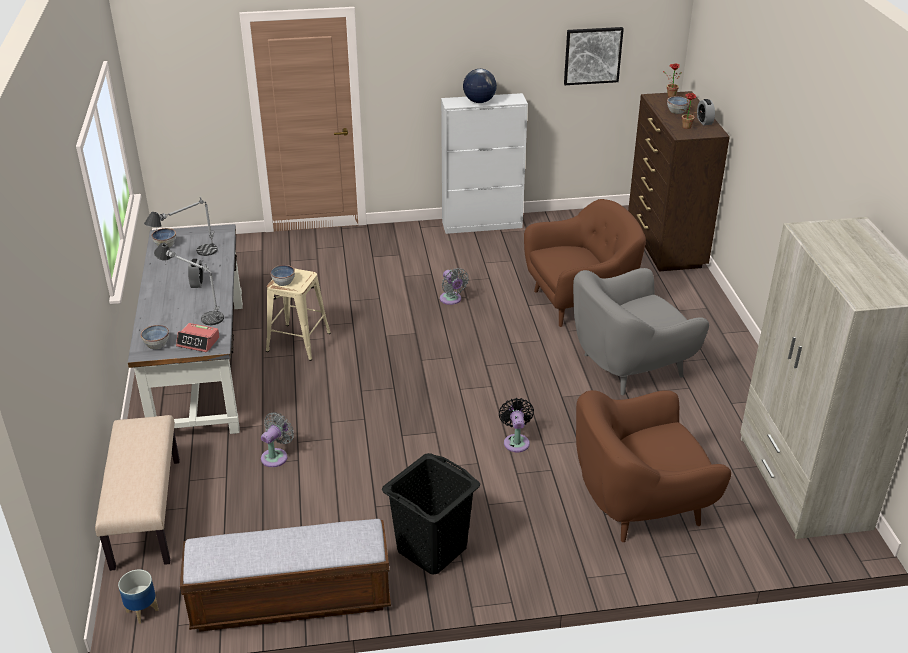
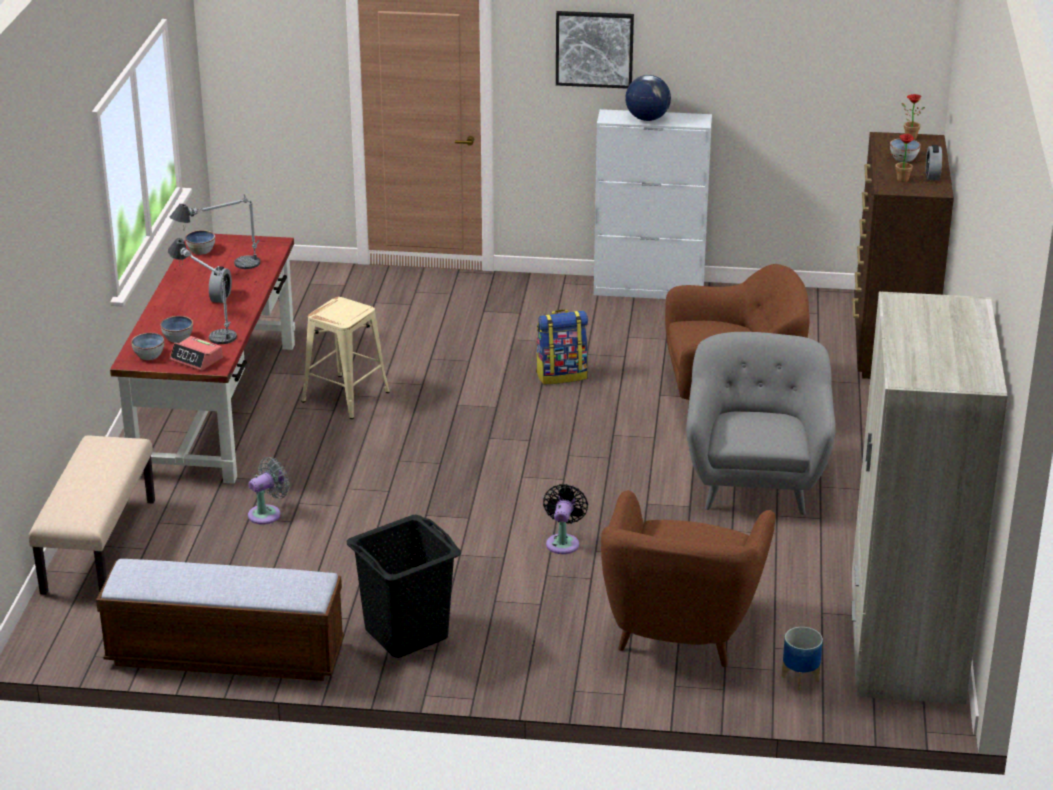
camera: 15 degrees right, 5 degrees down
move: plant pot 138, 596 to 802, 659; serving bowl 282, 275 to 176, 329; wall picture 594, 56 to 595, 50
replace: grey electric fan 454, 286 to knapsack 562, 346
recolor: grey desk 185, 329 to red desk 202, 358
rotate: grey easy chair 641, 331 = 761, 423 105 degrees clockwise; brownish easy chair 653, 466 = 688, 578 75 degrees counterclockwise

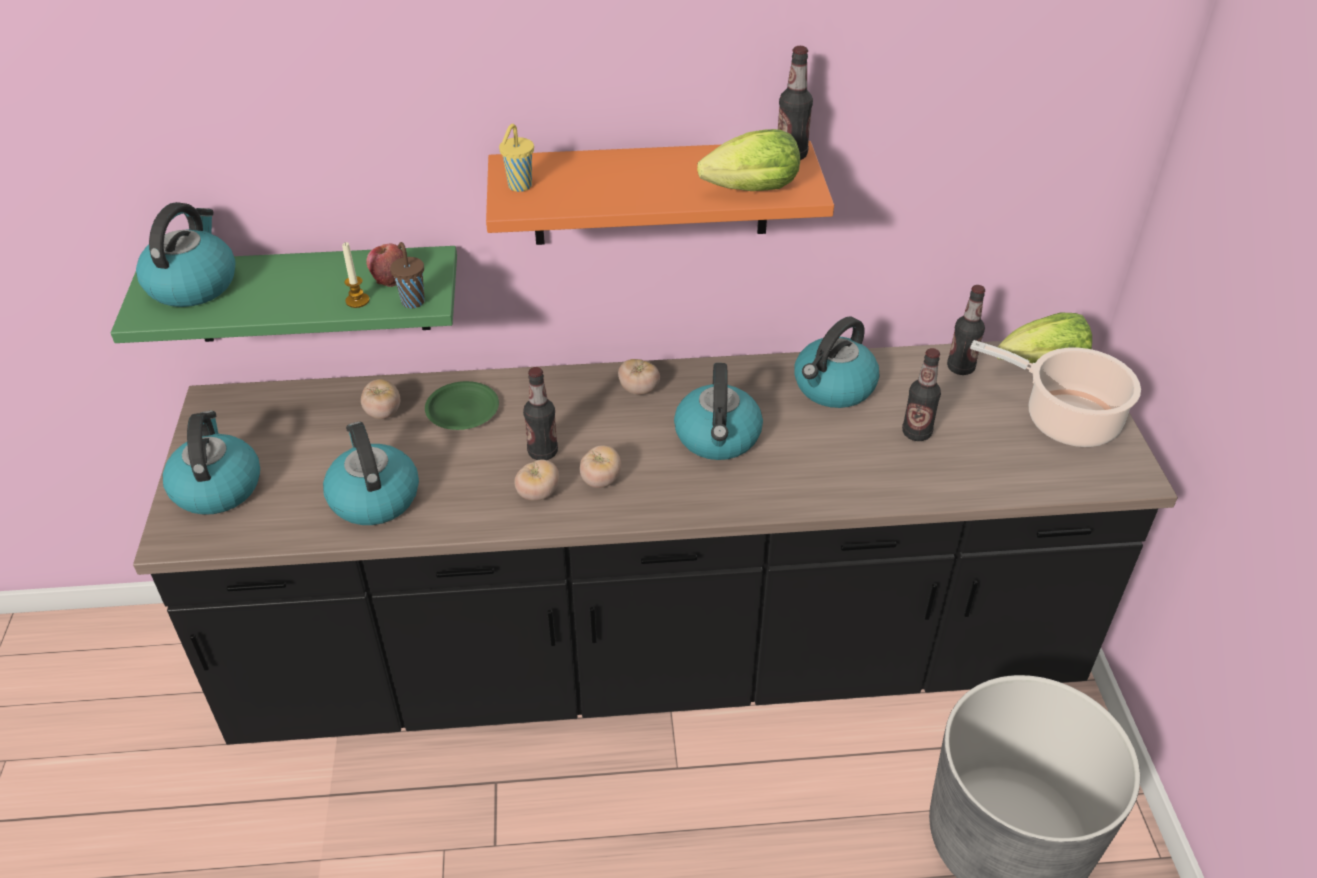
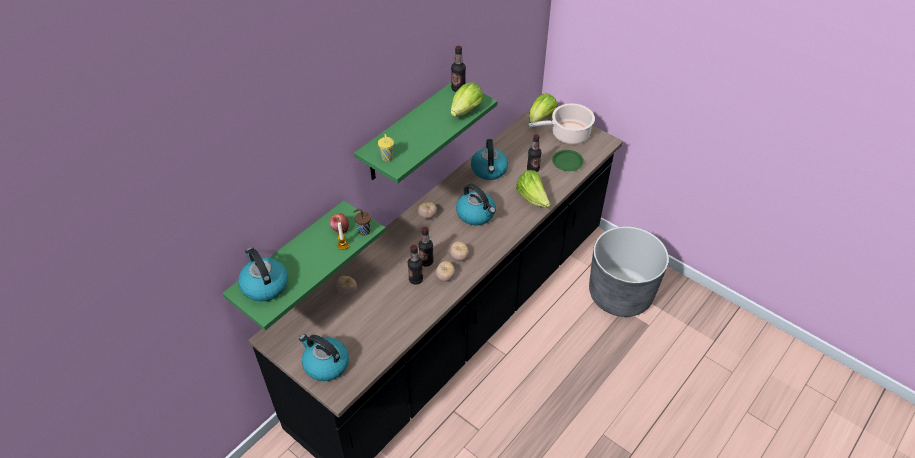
camera: 45 degrees left, 5 degrees up
delete: water kettle 371, 473
insert: head of lettuce 533, 189
move: greenish plate 462, 405 to 568, 160; beverage bottle 966, 330 to 415, 265
recolor: orange wall shelf 660, 193 to greenish wall shelf 425, 133

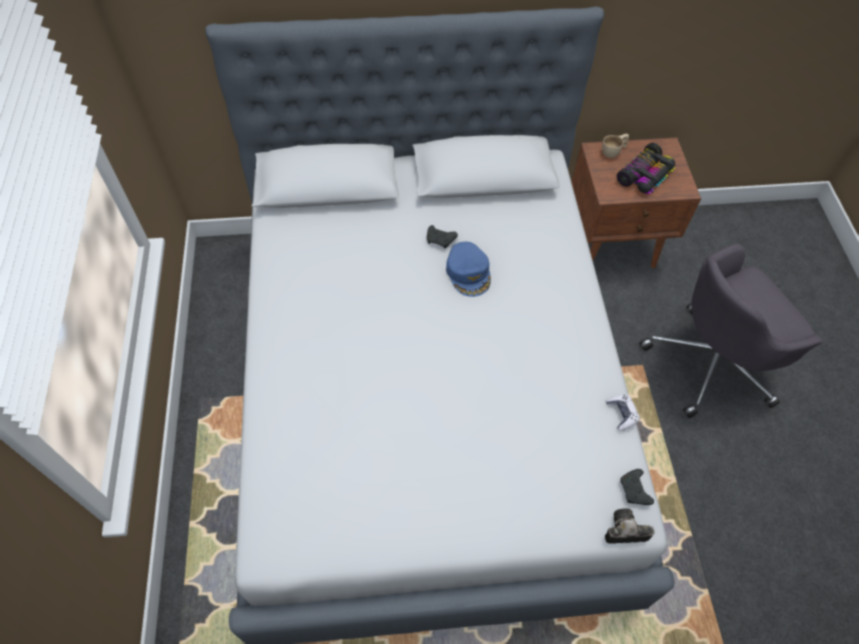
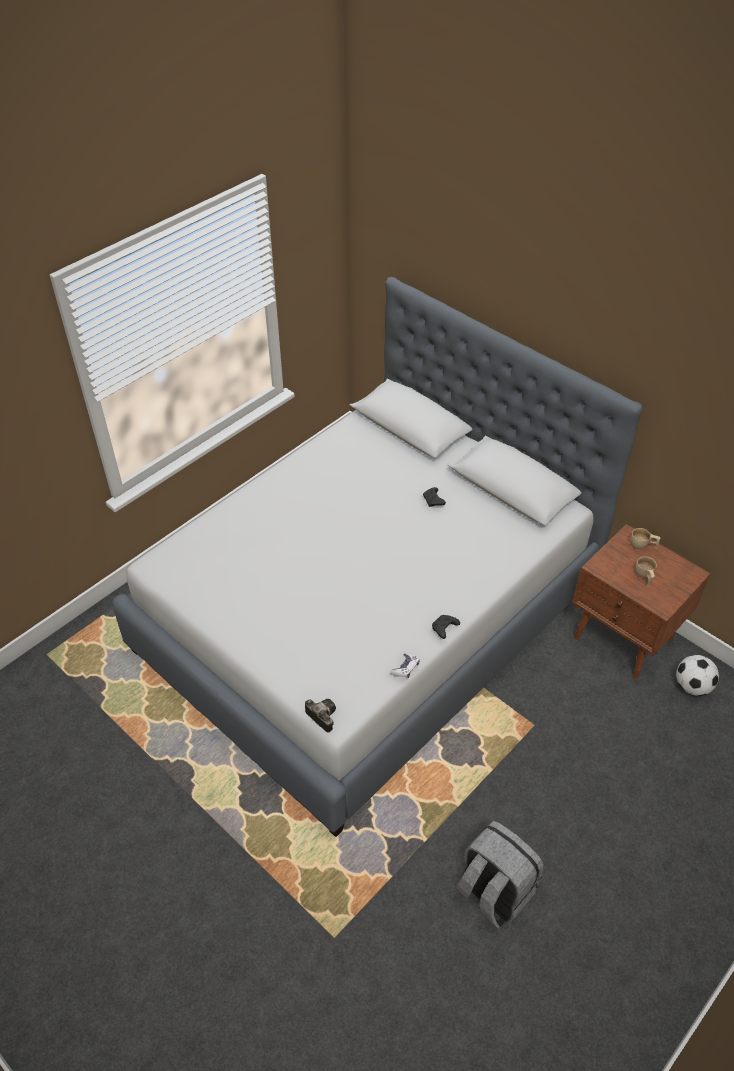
camera: 50 degrees right, 10 degrees down
delete: blue cap 468, 269; grey desk chair 731, 331
insert: grey knapsack 499, 875; football 697, 675
move: blackish joypad 637, 487 to 446, 627
replace: model car 646, 168 to beige drinking cup 646, 571

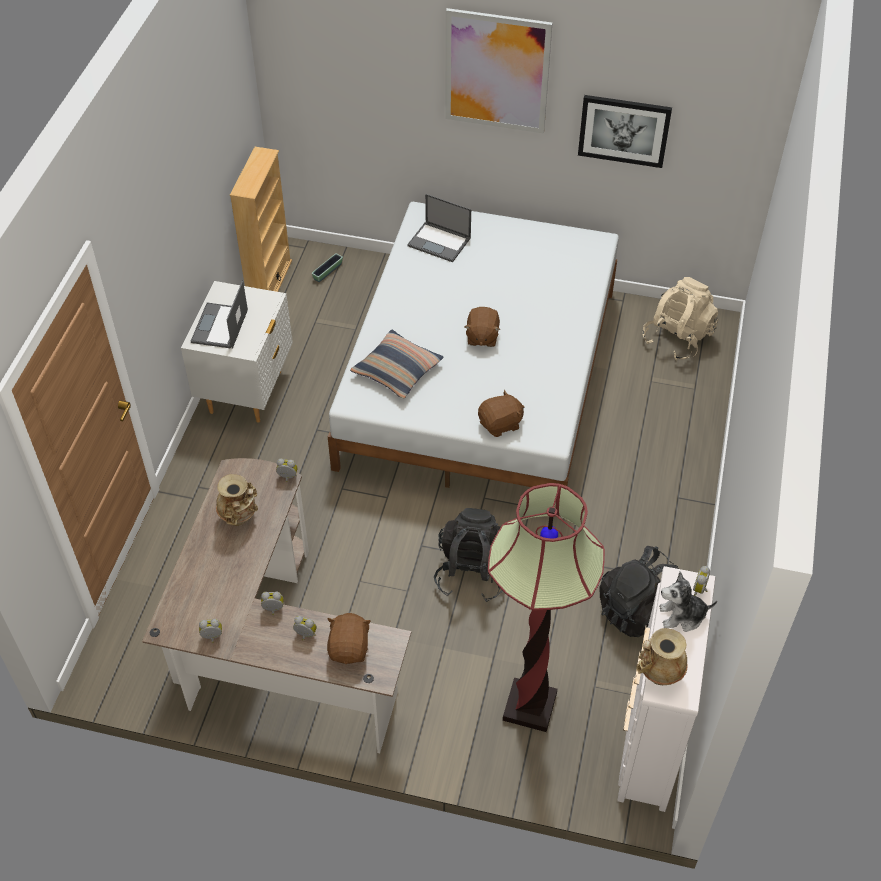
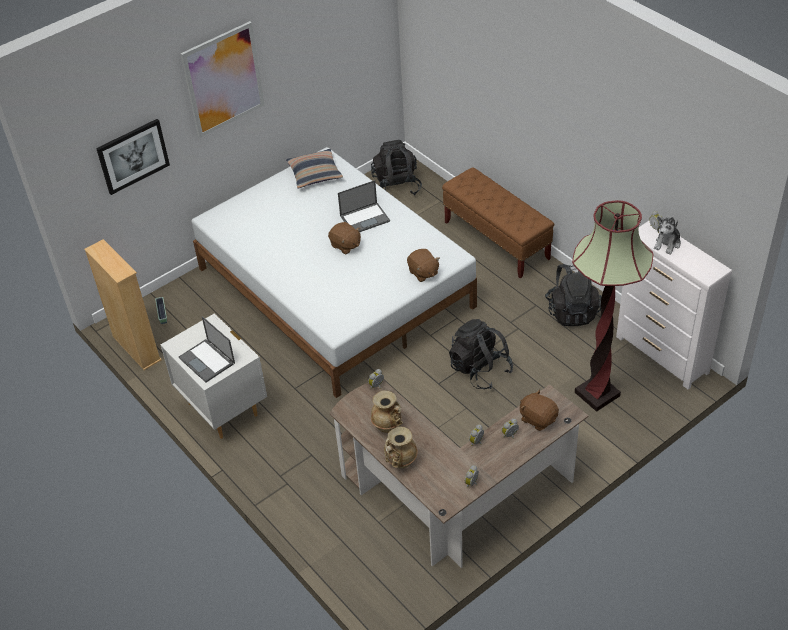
camera: 50 degrees left, 5 degrees down
insert: brownish bench 498, 223
move: cushion 397, 364 to 314, 169; notebook computer 439, 228 to 364, 206; wall picture 625, 131 to 133, 157; beige flower vase 662, 656 to 401, 447
recolor: beige knapsack 680, 318 to blackish knapsack 396, 167
rotate: brownish plush toy 501, 413 = 423, 265 135 degrees clockwise

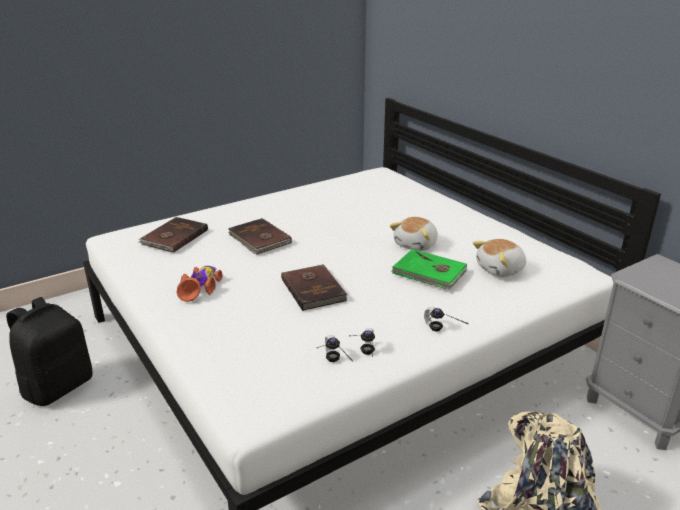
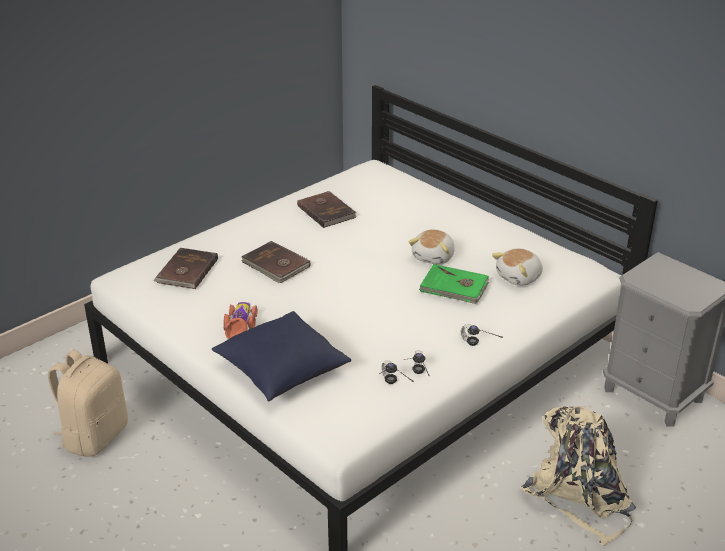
camera: 10 degrees left, 5 degrees up
insert: blue cushion 281, 356
move: brownish volume 314, 287 to 327, 209
recolor: blackish knapsack 49, 351 to beige knapsack 88, 403

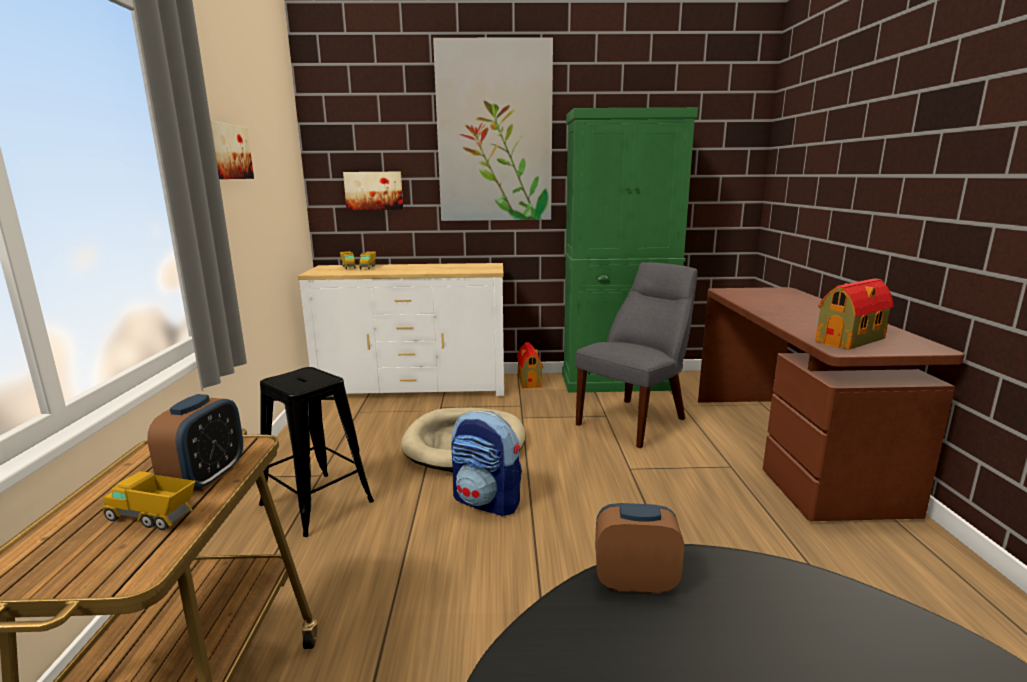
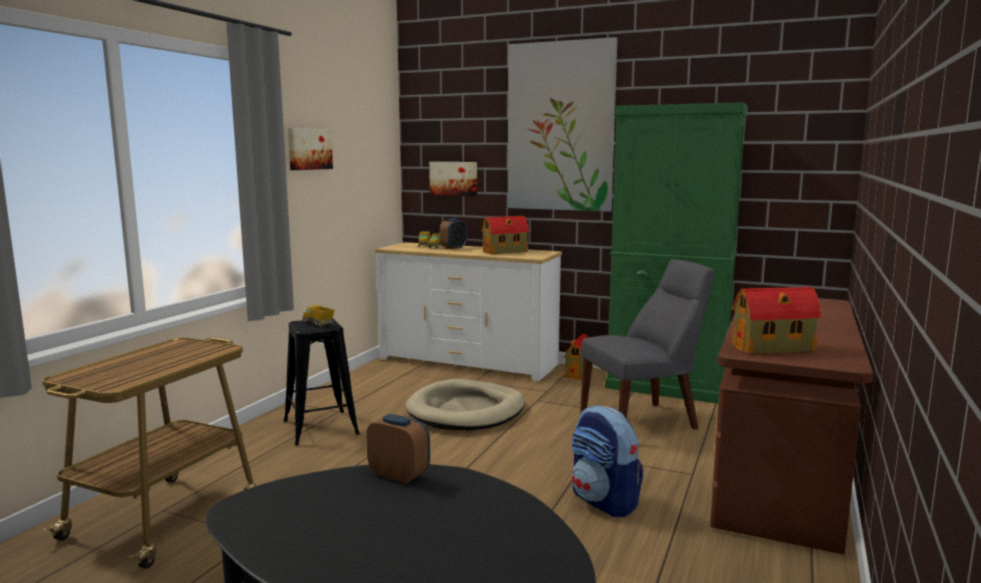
camera: 25 degrees right, 5 degrees down
insert: miniature house 505, 235
move: toy lorry 149, 500 to 319, 316; bedside clock 195, 442 to 453, 233; knapsack 486, 463 to 607, 461

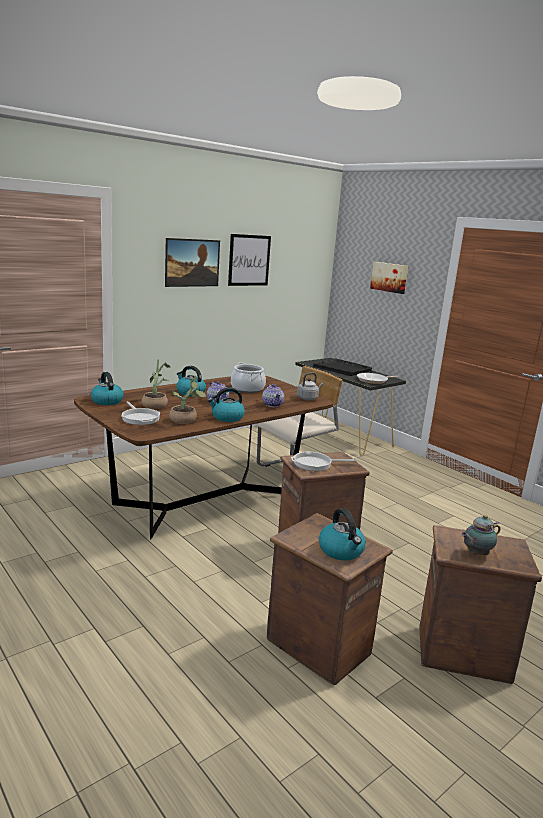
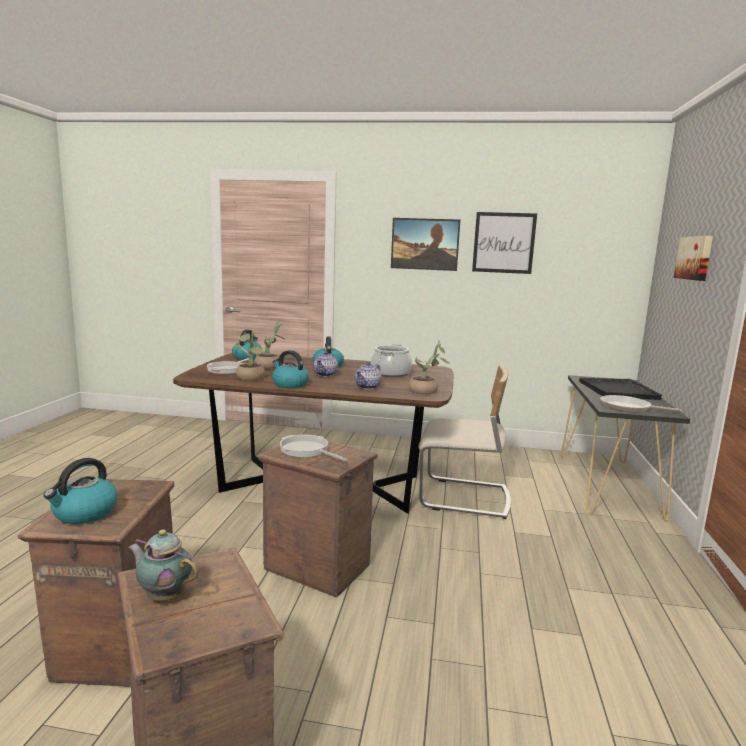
camera: 50 degrees right, 5 degrees down
replace: grey water kettle 310, 386 to potted plant 429, 367

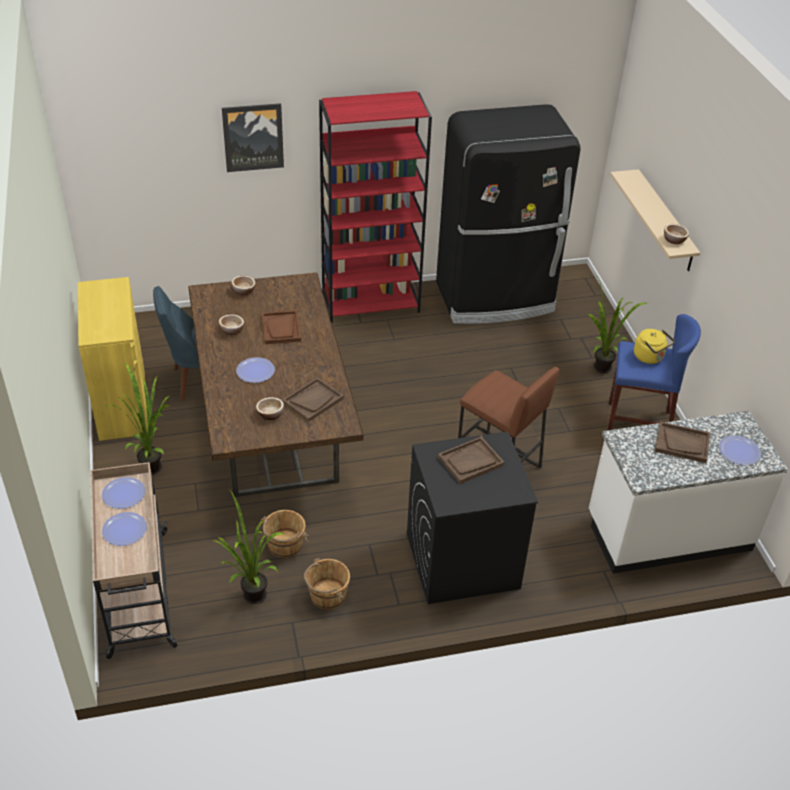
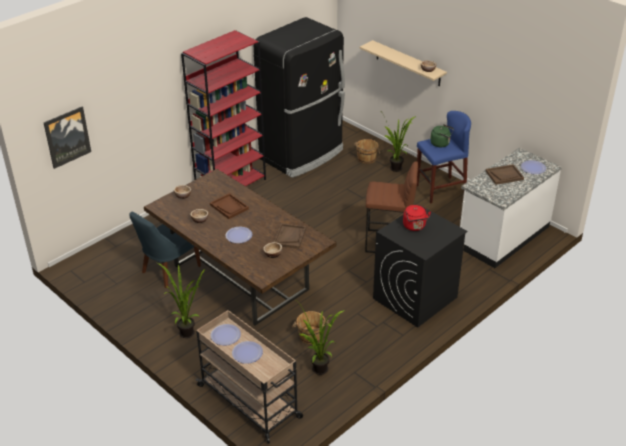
camera: 30 degrees left, 5 degrees down
delete: yellowish cupboard 113, 359
move: wall picture 253, 137 to 67, 138; brownish water bucket 327, 584 to 367, 151
replace: brownish tray 471, 460 to red water kettle 417, 218
recolor: yellowish water kettle 654, 346 to greenish water kettle 442, 135

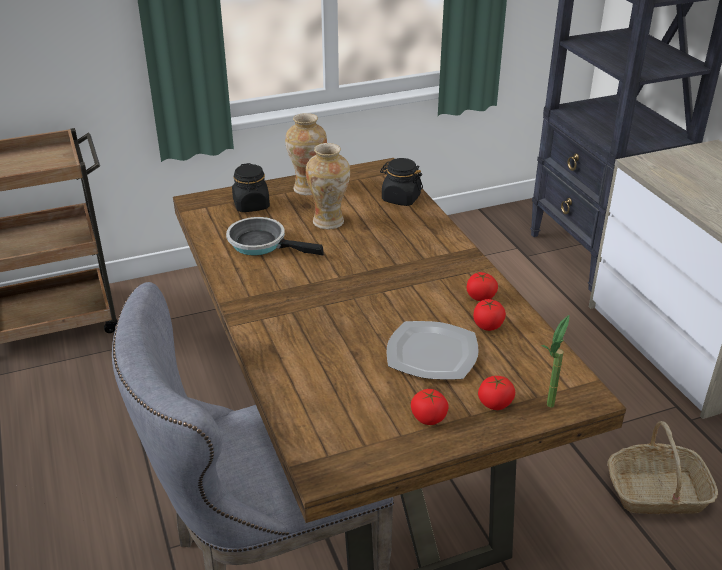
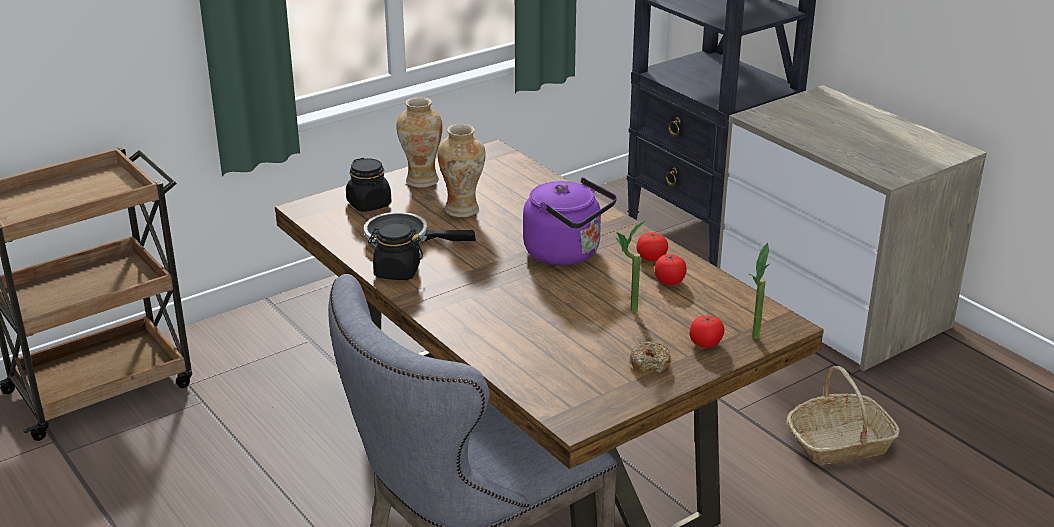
camera: 15 degrees left, 5 degrees down
insert: purple water kettle 570, 221
move: blackish jar 401, 182 to 395, 251
replace: plate 432, 350 to potted plant 630, 266; tomato 429, 407 to donut 650, 357

